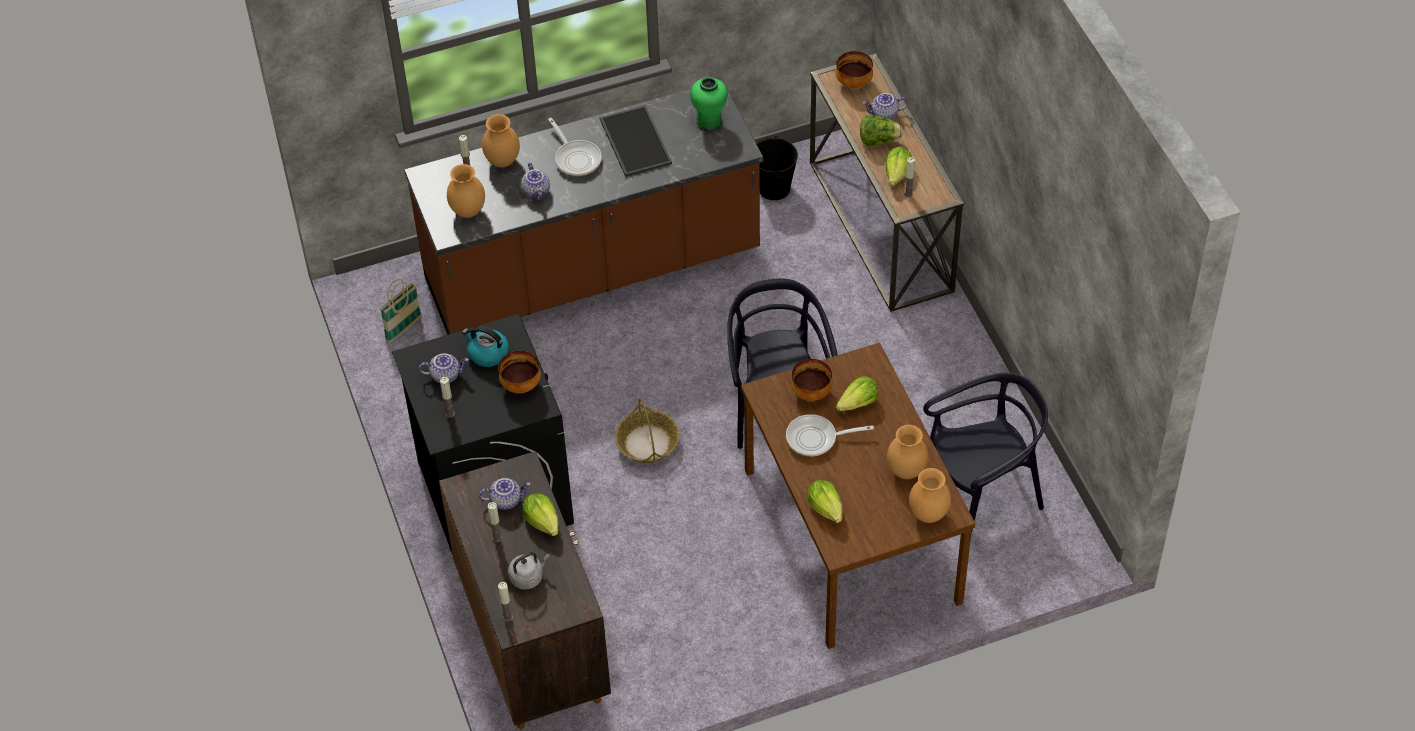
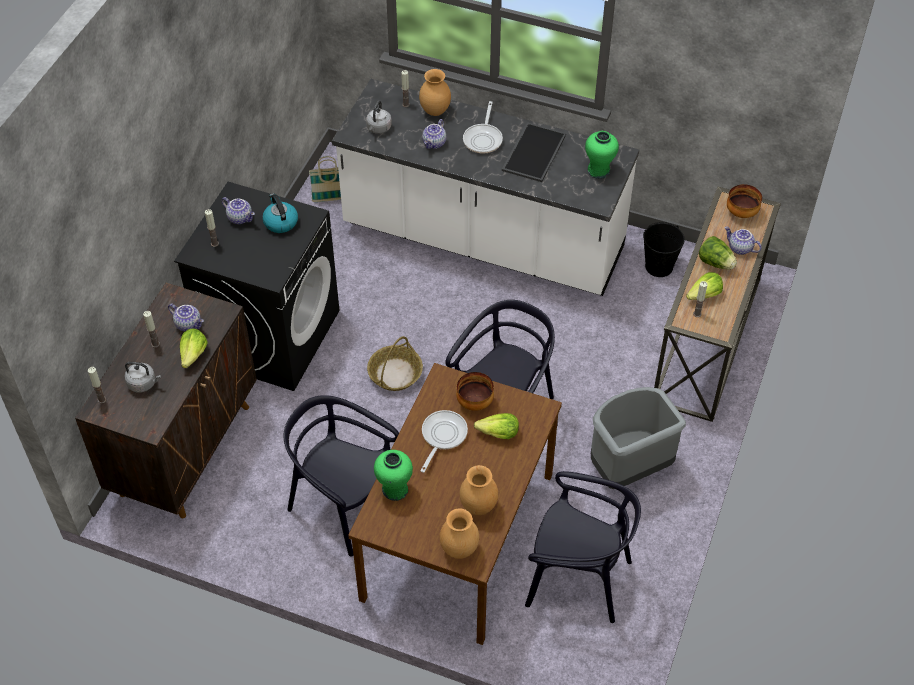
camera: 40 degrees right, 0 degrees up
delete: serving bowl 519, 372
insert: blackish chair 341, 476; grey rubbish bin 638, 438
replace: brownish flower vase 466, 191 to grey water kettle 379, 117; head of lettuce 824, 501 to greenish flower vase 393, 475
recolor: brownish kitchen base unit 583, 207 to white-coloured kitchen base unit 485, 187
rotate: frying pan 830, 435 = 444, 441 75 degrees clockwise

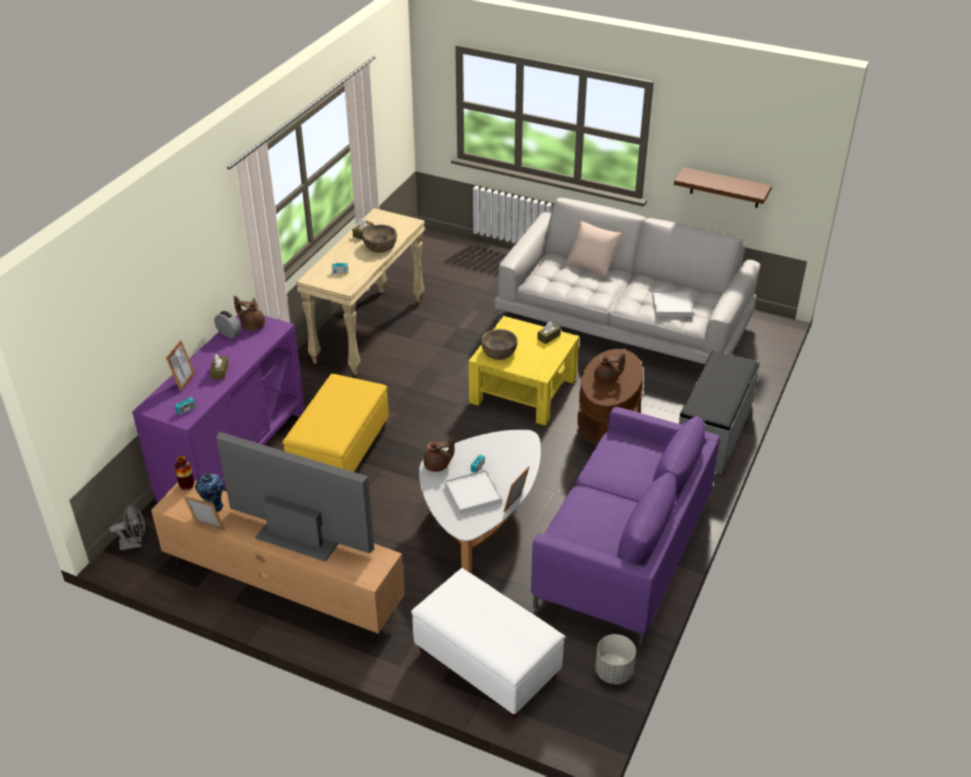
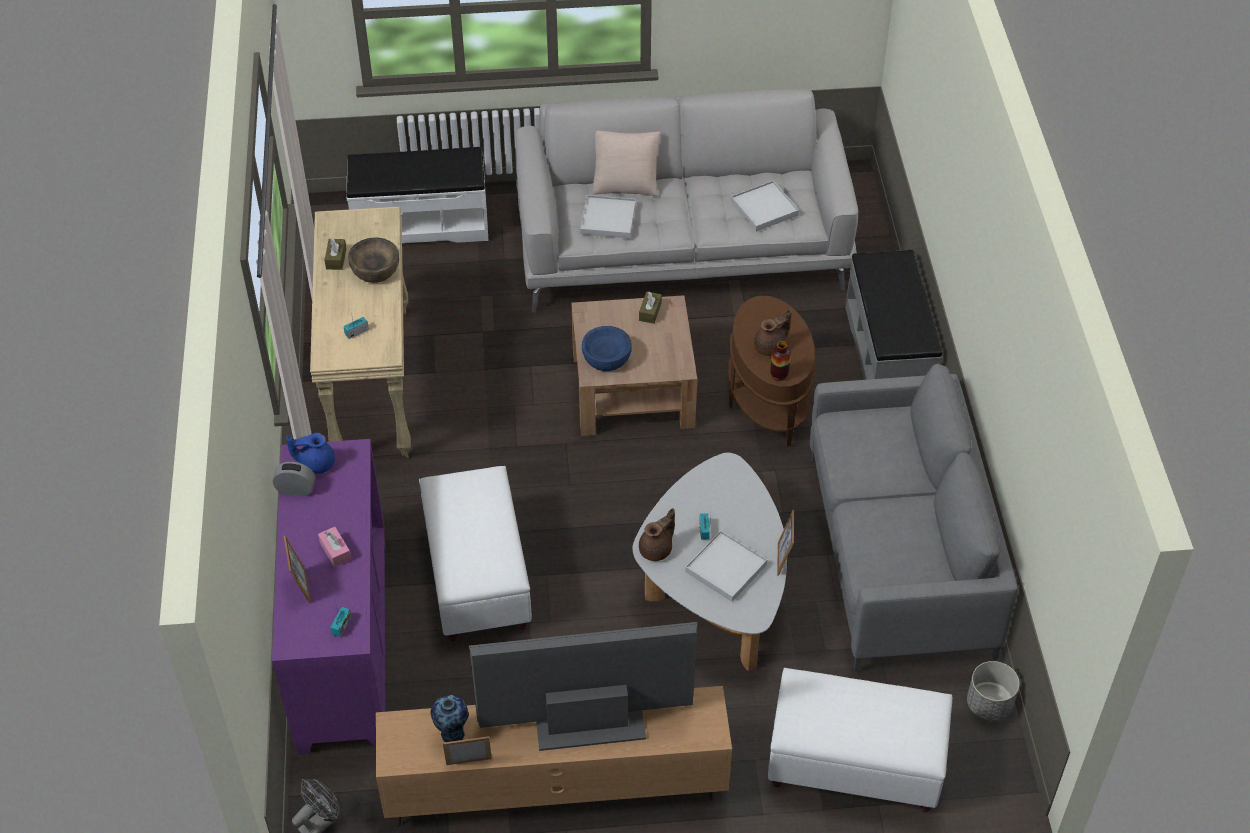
camera: 30 degrees left, 10 degrees up
delete: brownish wall shelf 723, 187
insert: white-coloured bench 418, 195; white-coloured tray 608, 217
move: flower vase 184, 473 to 780, 361
recolor: brownish box of tissues 219, 367 to pink box of tissues 334, 547; brownish pot for tea 249, 313 to blue pot for tea 310, 453; yellowish pouffe 335, 423 to white-coloured pouffe 475, 553; yellowish lounge table 524, 371 to brownish lounge table 634, 365; brownish serving bowl 499, 344 to blue serving bowl 607, 348; purple sofa 625, 526 to grey sofa 914, 517

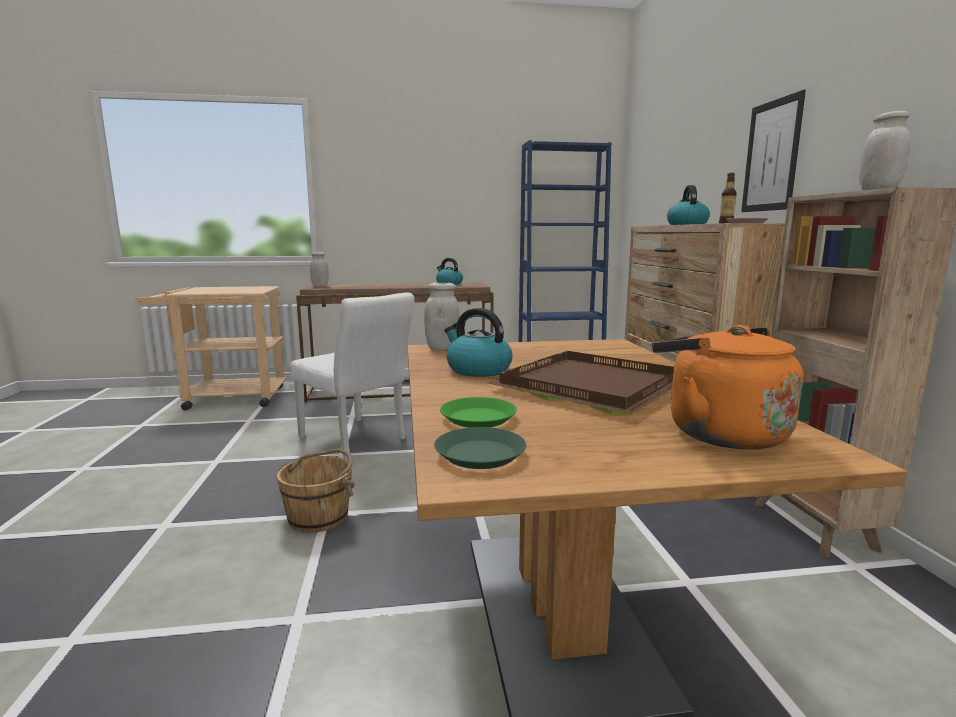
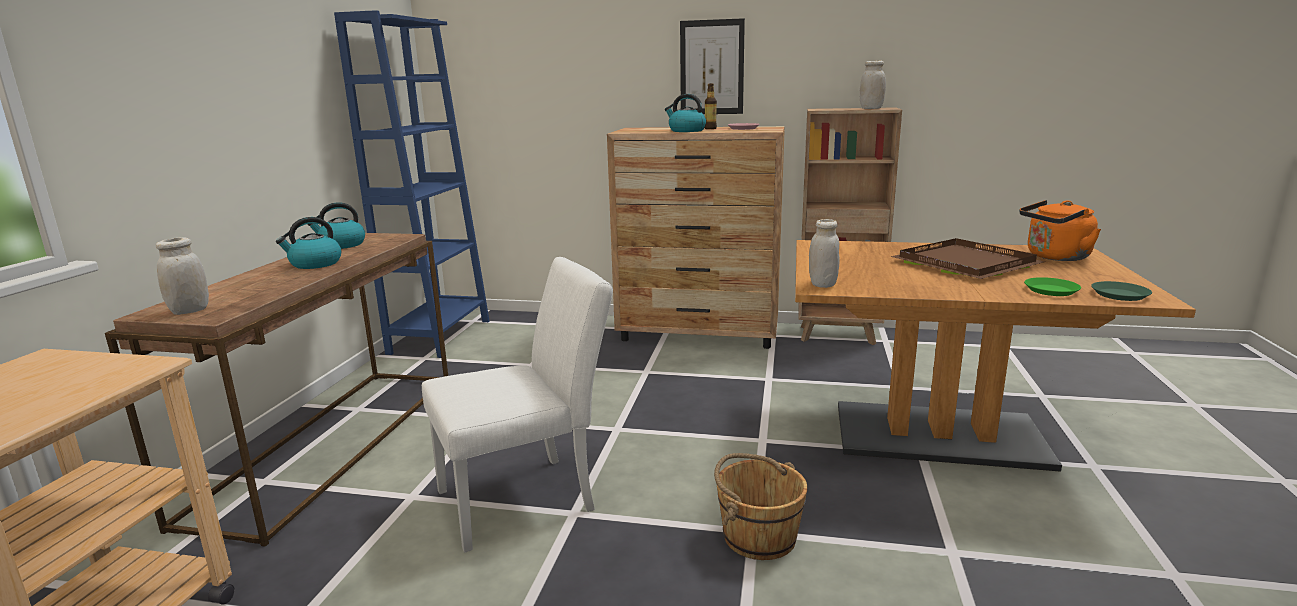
camera: 70 degrees left, 5 degrees up
move: water kettle 478, 342 to 308, 243

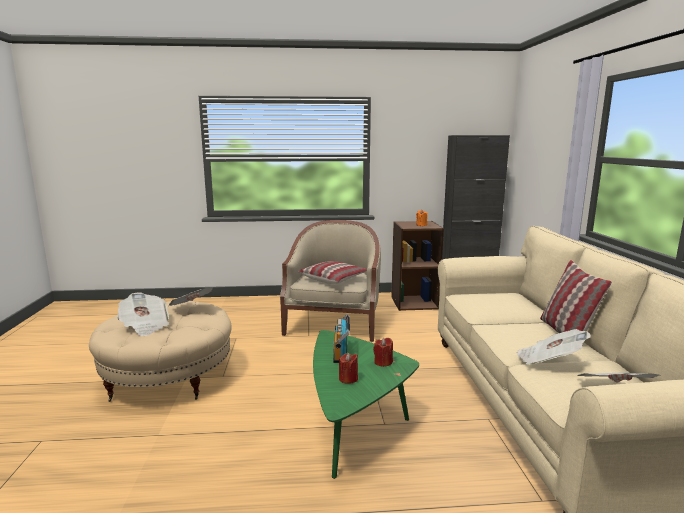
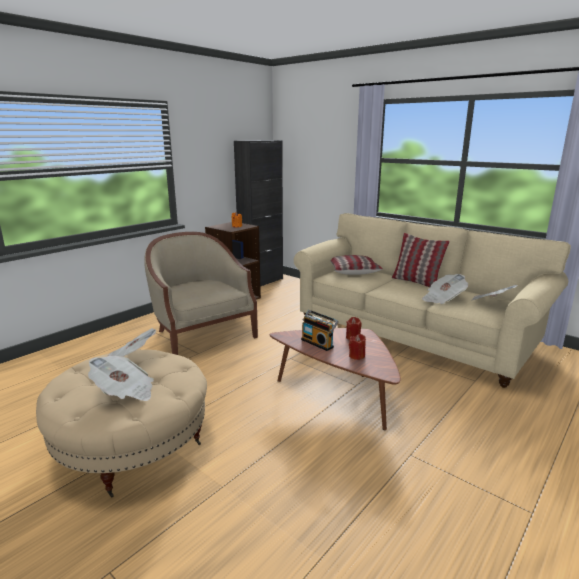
camera: 45 degrees left, 5 degrees up
move: cushion 332, 272 to 357, 265
recolor: greenish lounge table 366, 404 to brownish lounge table 335, 379

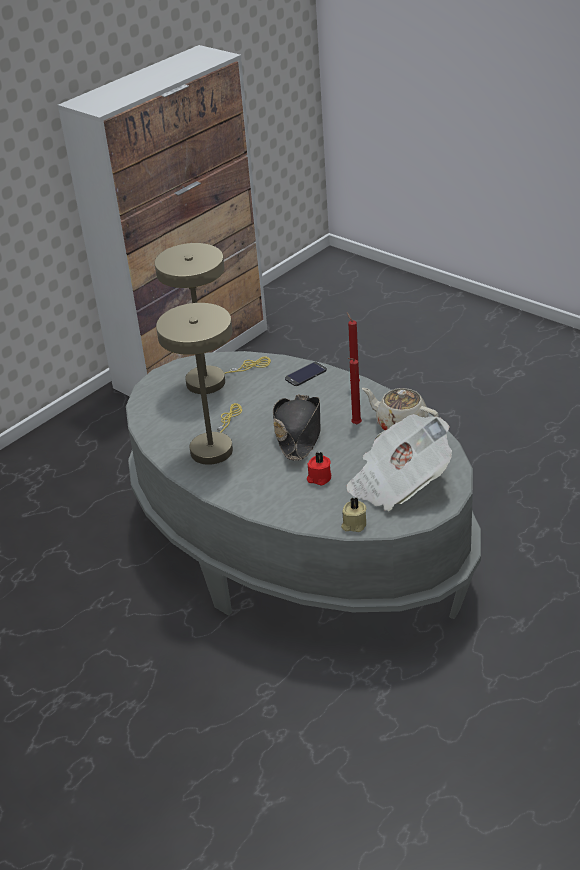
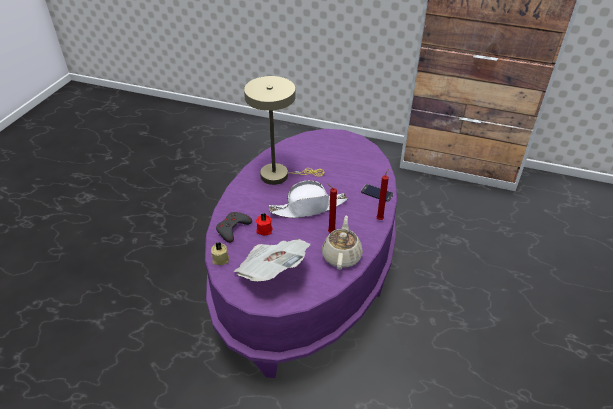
camera: 65 degrees right, 5 degrees up
delete: beige lamp for a table 213, 318
insert: grey joypad 234, 227
recolor: grey lounge table 303, 485 to purple lounge table 301, 253; blackish wearable hat 297, 427 to white-coloured wearable hat 308, 199

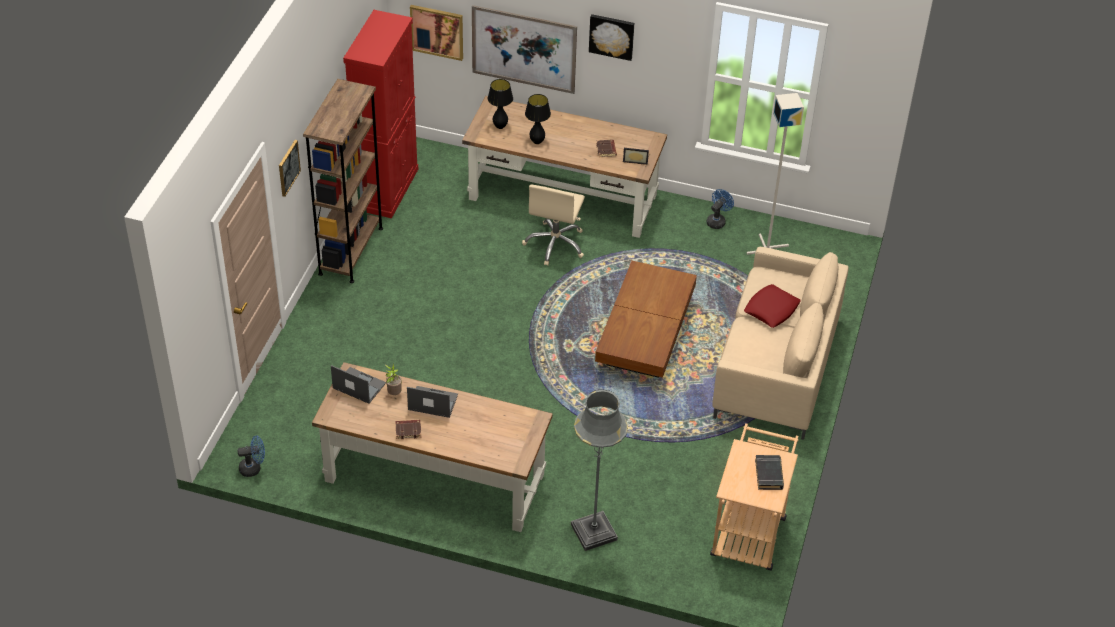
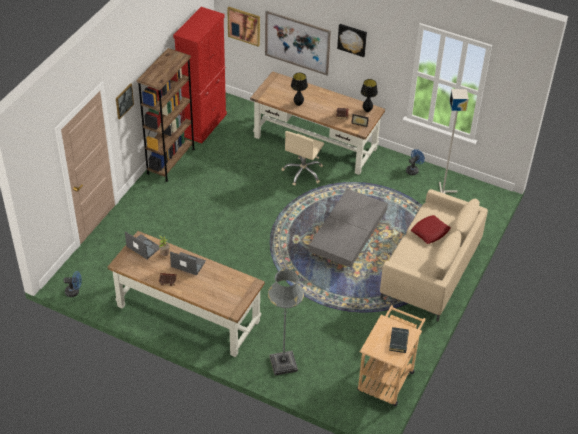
camera: 10 degrees right, 0 degrees up
move: blackish lamp for a table 500, 104 to 369, 95
recolor: brownish lounge table 646, 319 to grey lounge table 348, 228

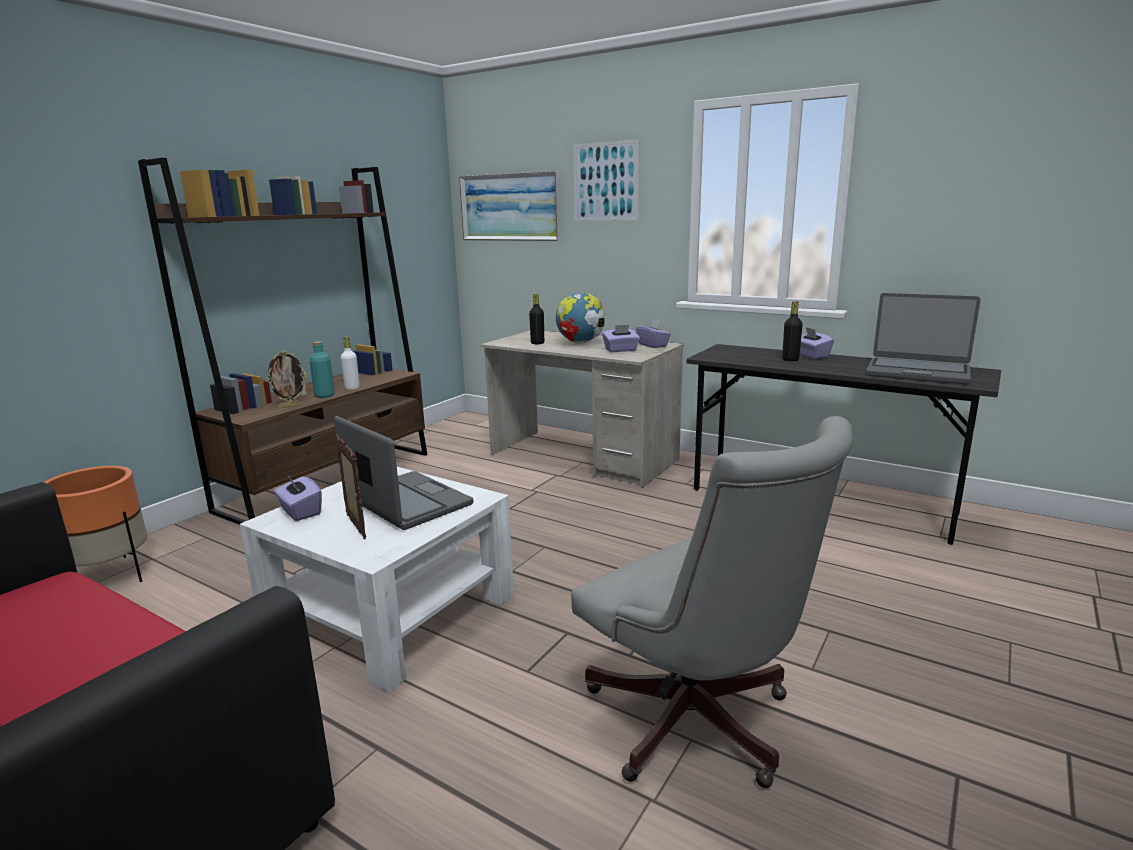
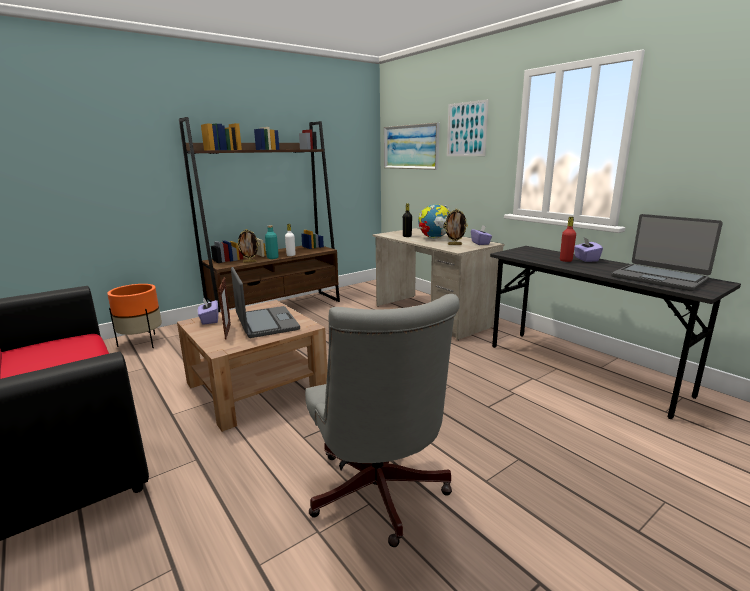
camera: 20 degrees right, 0 degrees up
replace: purple box of tissues 621, 338 to standing frame 456, 227
recolor: white-coloured lounge table 377, 580 to brownish lounge table 252, 366; blackish beverage bottle 792, 331 to red beverage bottle 568, 239

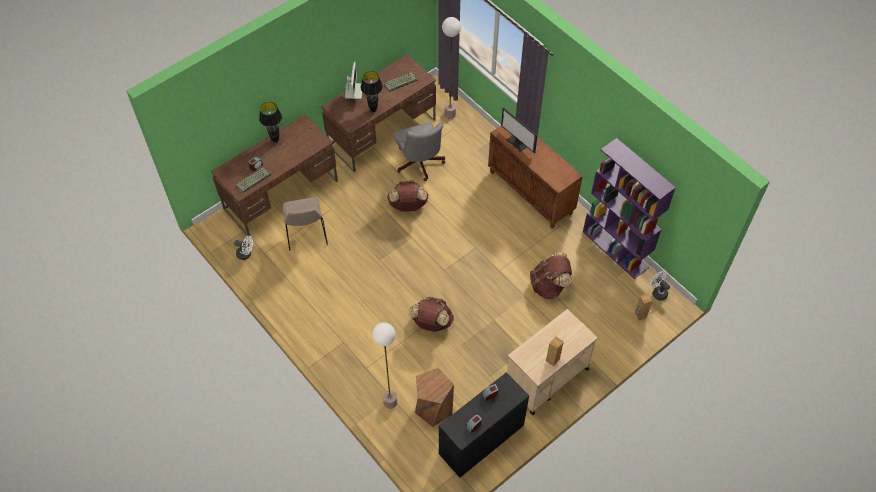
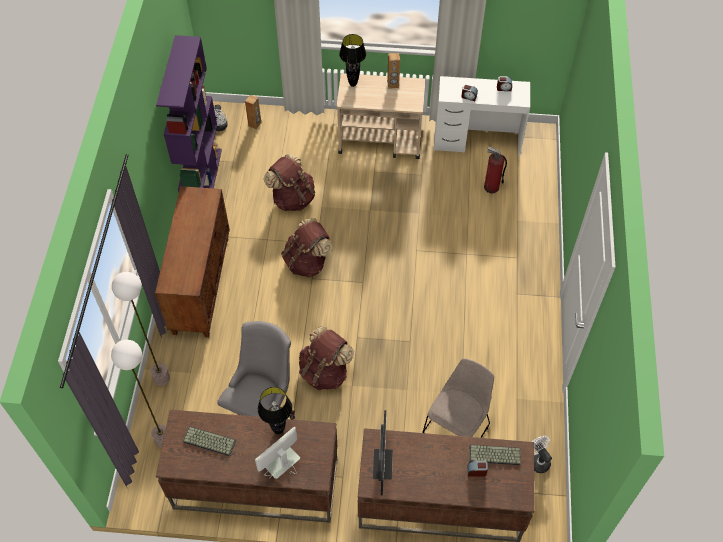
camera: 135 degrees left, 0 degrees up
move: blackish lamp for a table 270, 122 to 352, 60; standing lamp 384, 365 to 141, 329; brownish knapsack 431, 314 to 307, 248; computer display 519, 130 to 383, 452
replace: brownish stool 434, 397 to fire extinguisher 495, 170
recolor: blackish desk 484, 425 to white-coloured desk 482, 116

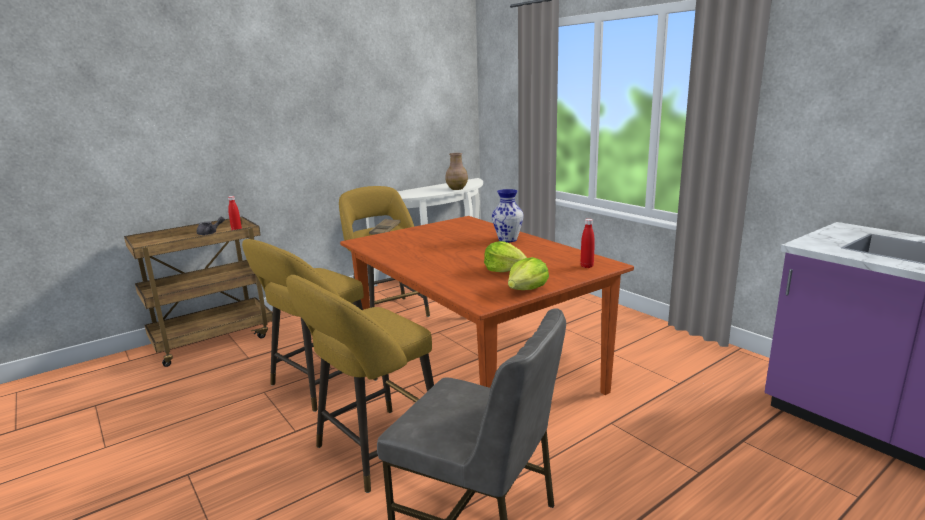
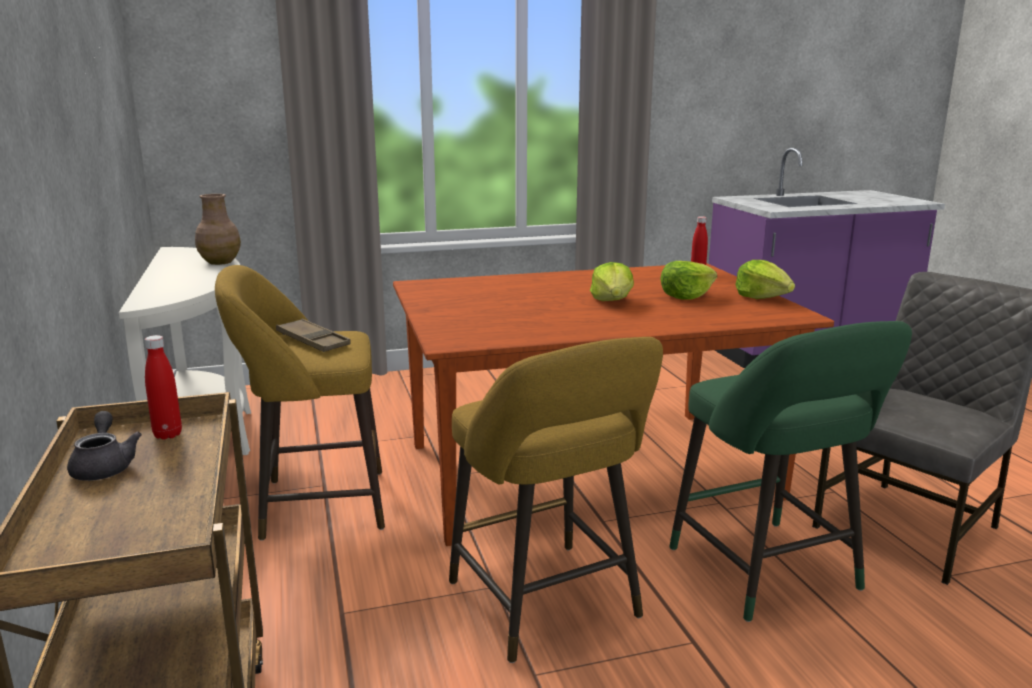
camera: 70 degrees left, 0 degrees up
delete: flower vase 508, 216
insert: head of lettuce 612, 281
recolor: yellowish stool 360, 384 to greenish stool 790, 471

